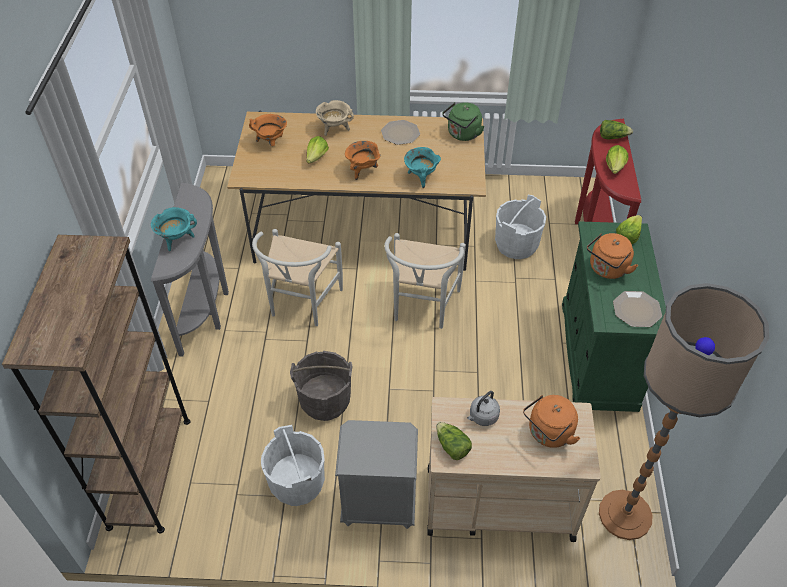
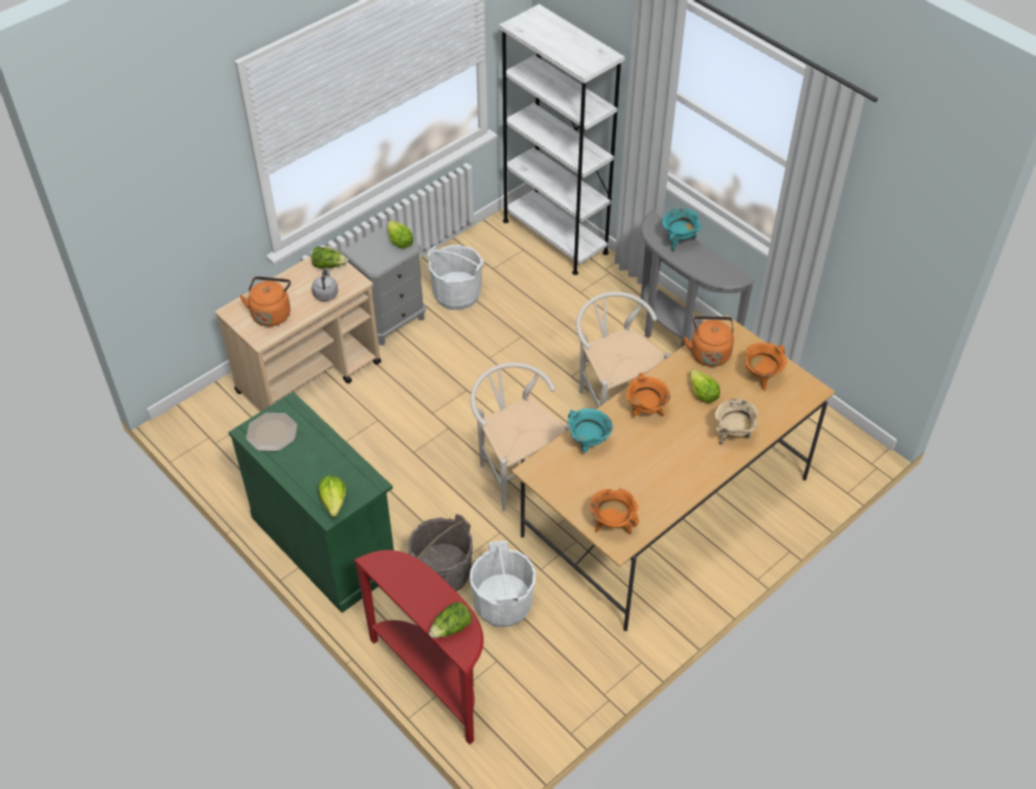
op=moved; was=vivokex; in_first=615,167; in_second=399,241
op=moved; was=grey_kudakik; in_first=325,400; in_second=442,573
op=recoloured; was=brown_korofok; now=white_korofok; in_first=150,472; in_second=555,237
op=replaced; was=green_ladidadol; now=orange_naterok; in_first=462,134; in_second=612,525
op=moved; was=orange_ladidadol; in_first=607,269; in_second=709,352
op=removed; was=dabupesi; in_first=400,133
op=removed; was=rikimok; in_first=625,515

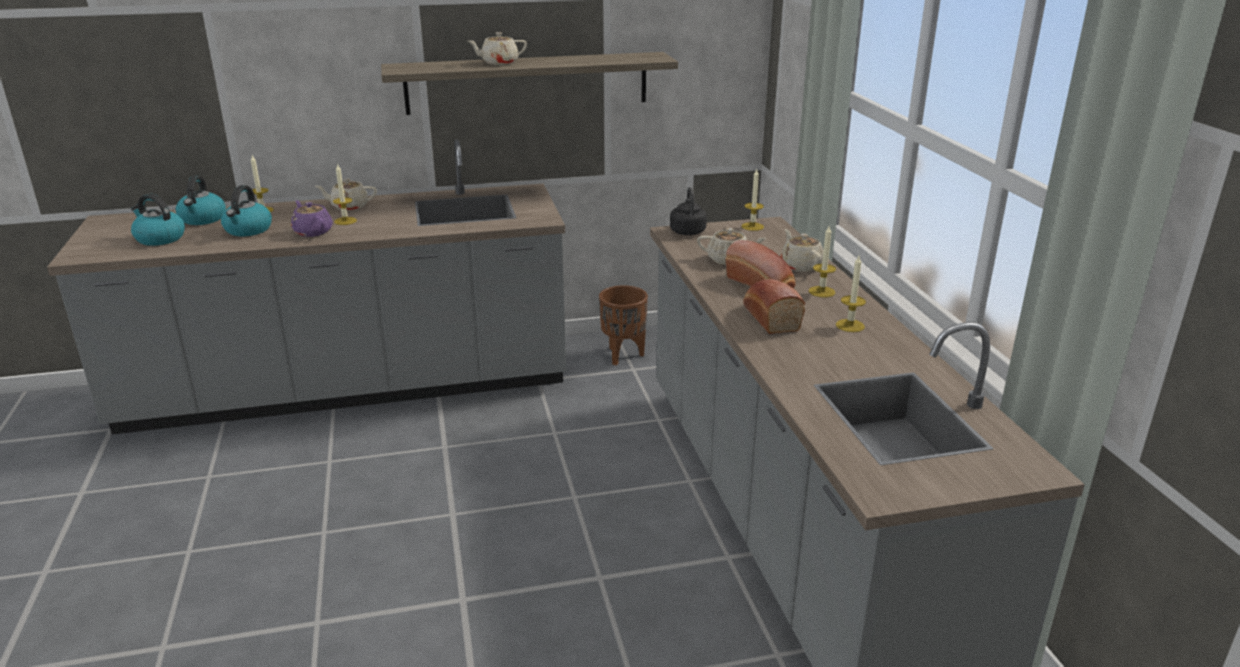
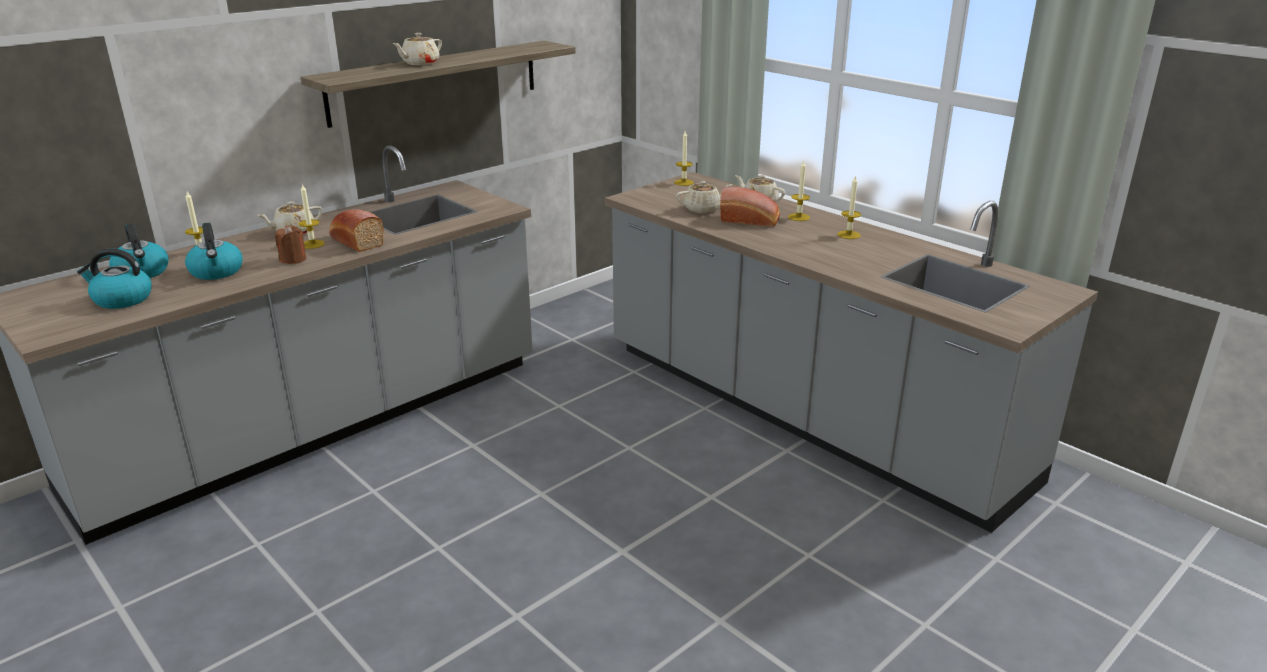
op=replaced; was=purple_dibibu; now=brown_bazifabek; in_first=312,232; in_second=293,259
op=moved; was=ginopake; in_first=770,317; in_second=355,241
op=removed; was=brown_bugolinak; in_first=623,356
op=removed; was=black_ladidadol; in_first=687,231

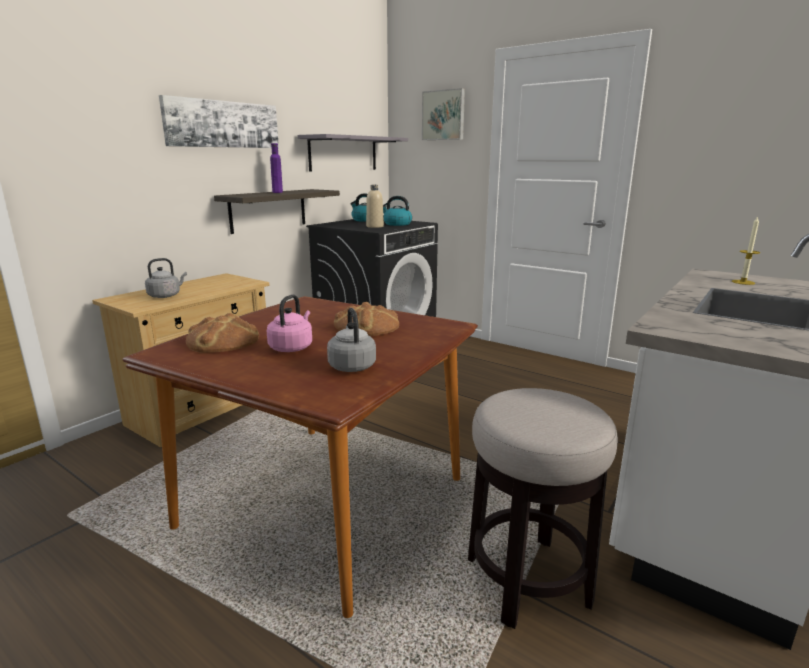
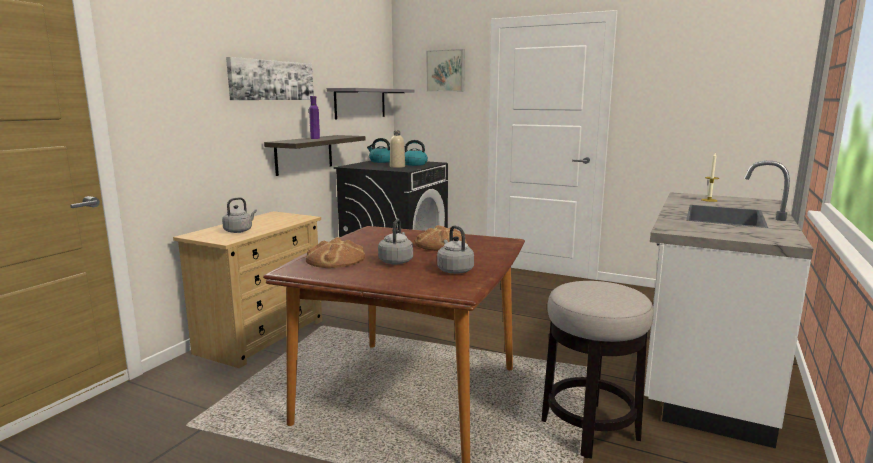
op=recoloured; was=pink_ladidadol; now=grey_ladidadol; in_first=292,347; in_second=396,261

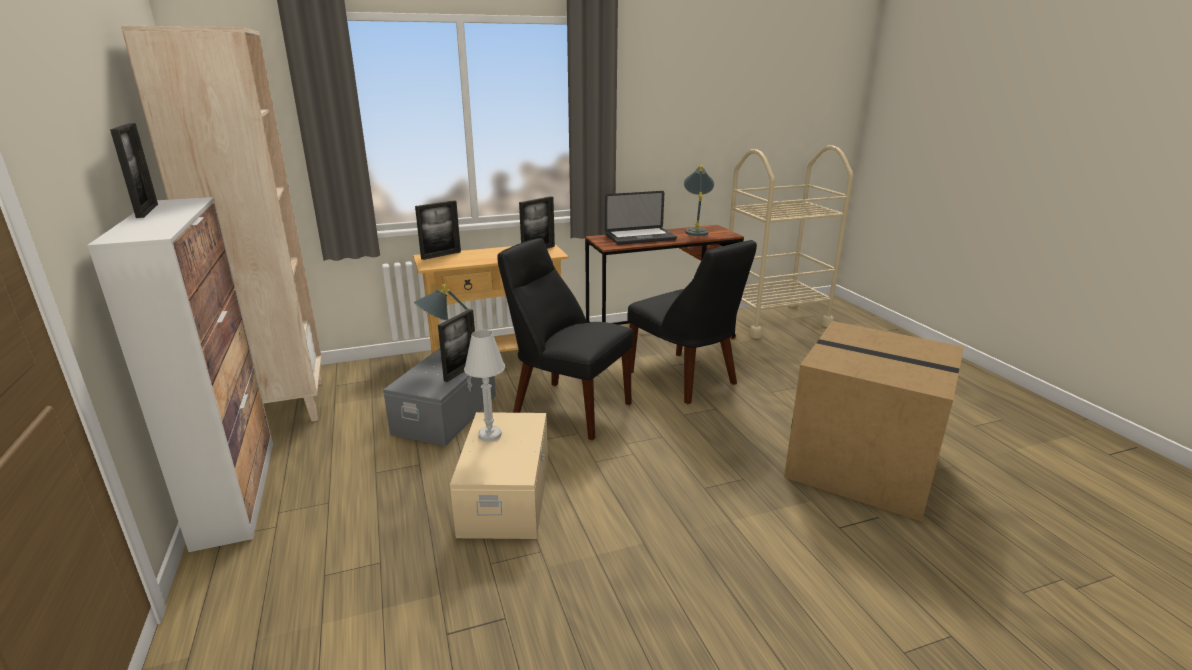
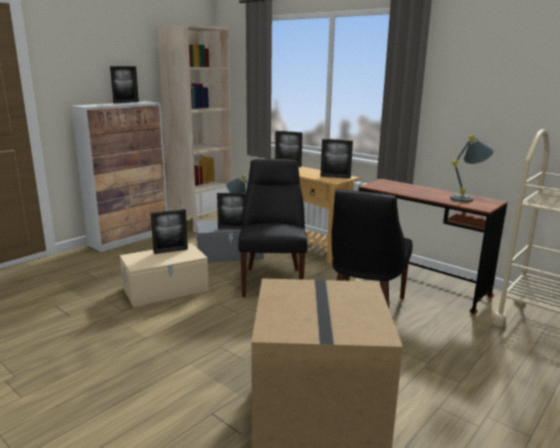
op=replaced; was=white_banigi; now=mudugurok; in_first=490,435; in_second=170,251
op=removed; was=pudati; in_first=640,237

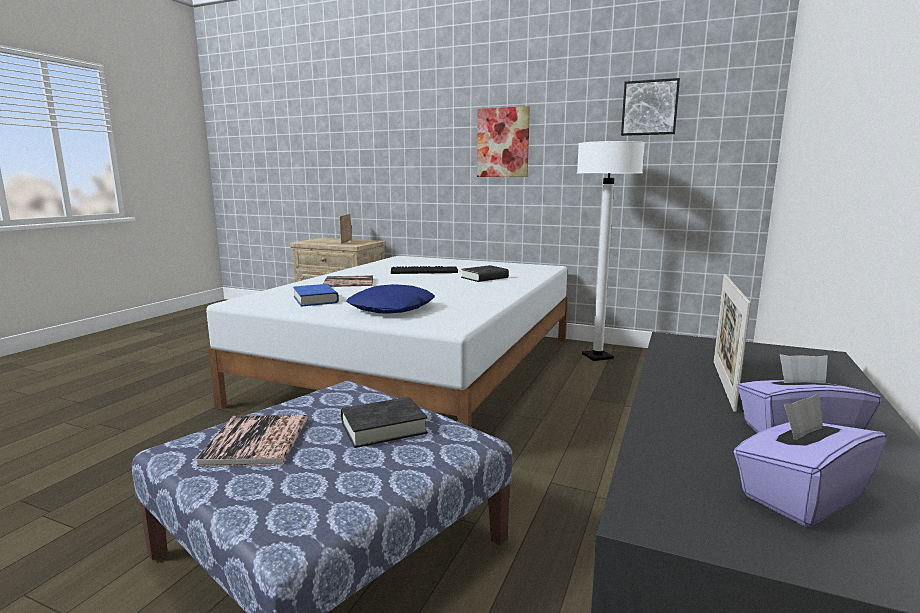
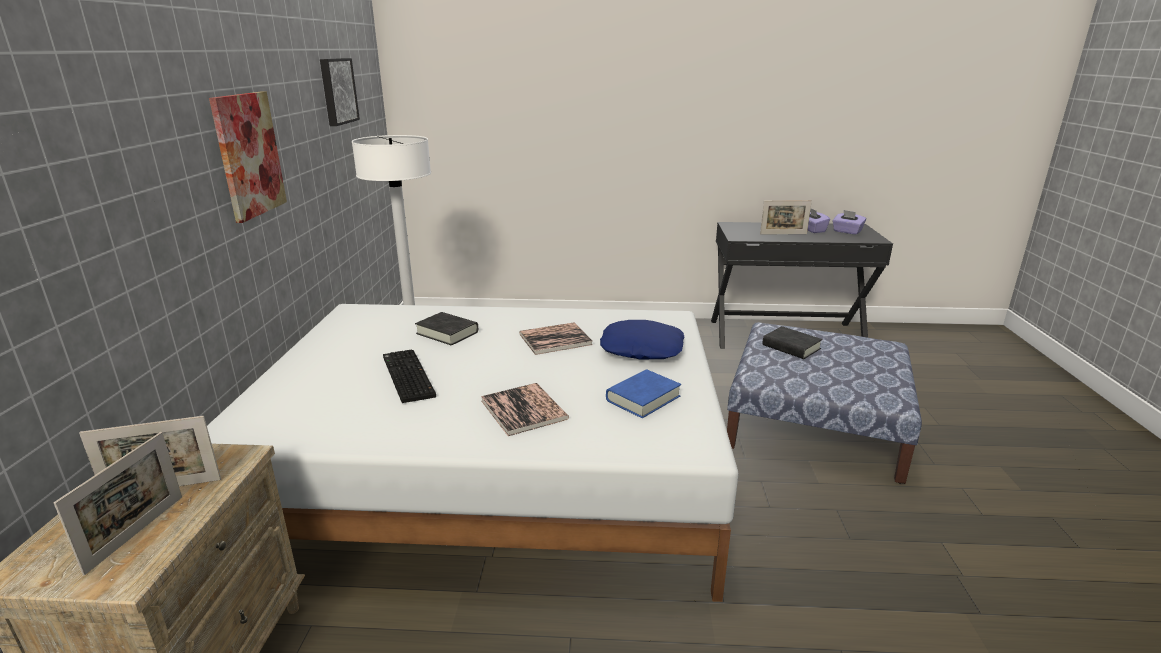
op=added; now=mudugurok; in_second=136,533
op=moved; was=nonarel; in_first=256,441; in_second=555,339

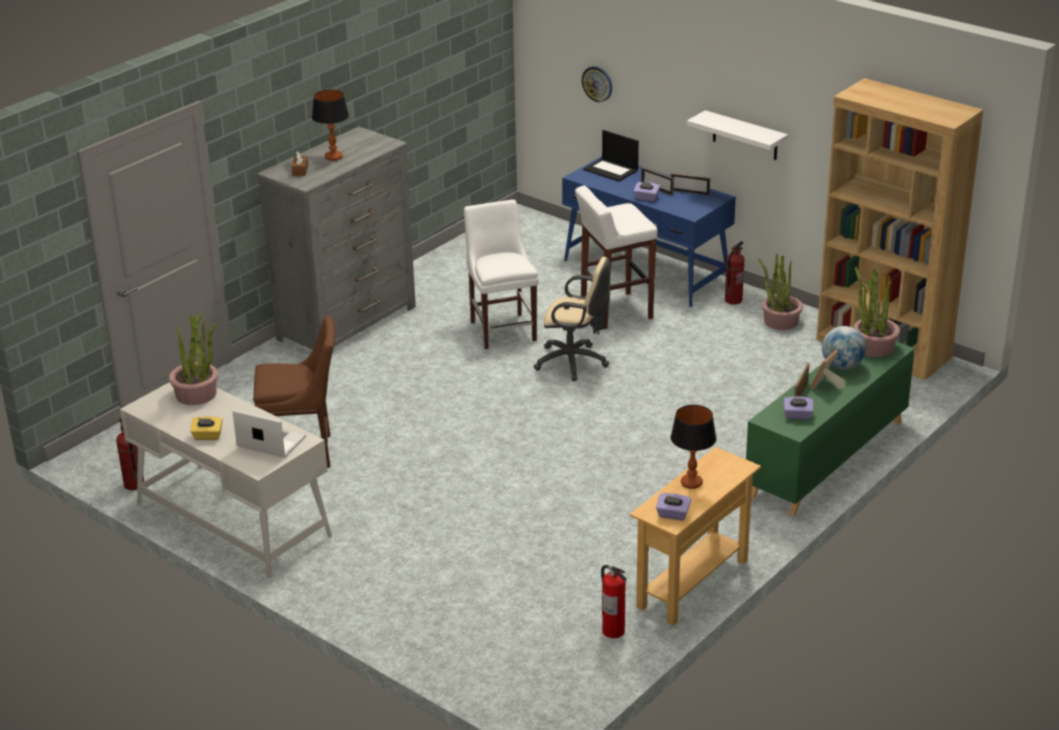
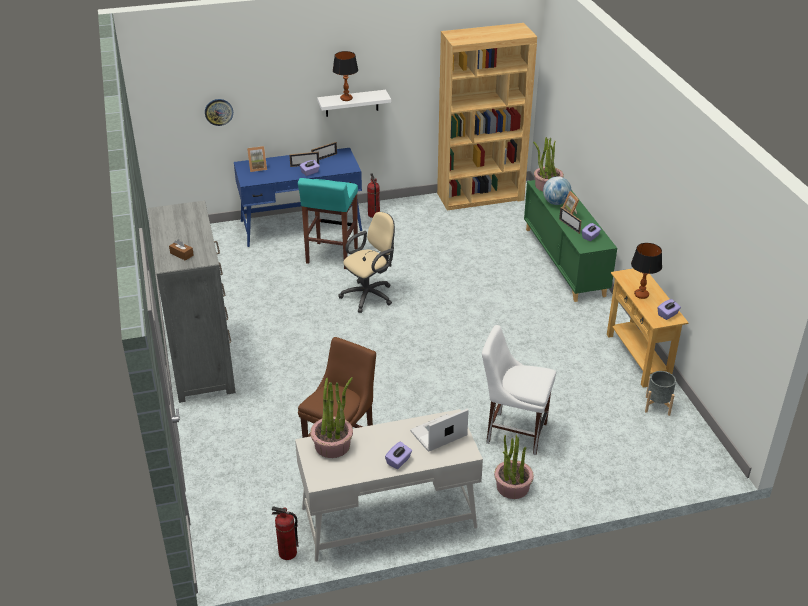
op=replaced; was=pudati; now=mudugurok; in_first=611,170; in_second=257,168
op=recoloured; was=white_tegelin; now=turquoise_tegelin; in_first=615,311; in_second=331,256
op=moved; was=banigi; in_first=334,157; in_second=346,98
op=recoloured; was=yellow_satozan; now=purple_satozan; in_first=207,436; in_second=398,461
op=moved; was=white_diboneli; in_first=502,329; in_second=513,432
op=moved; was=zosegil; in_first=780,321; in_second=512,487
op=replaced; was=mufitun; now=grey_bugolinak; in_first=613,630; in_second=657,405

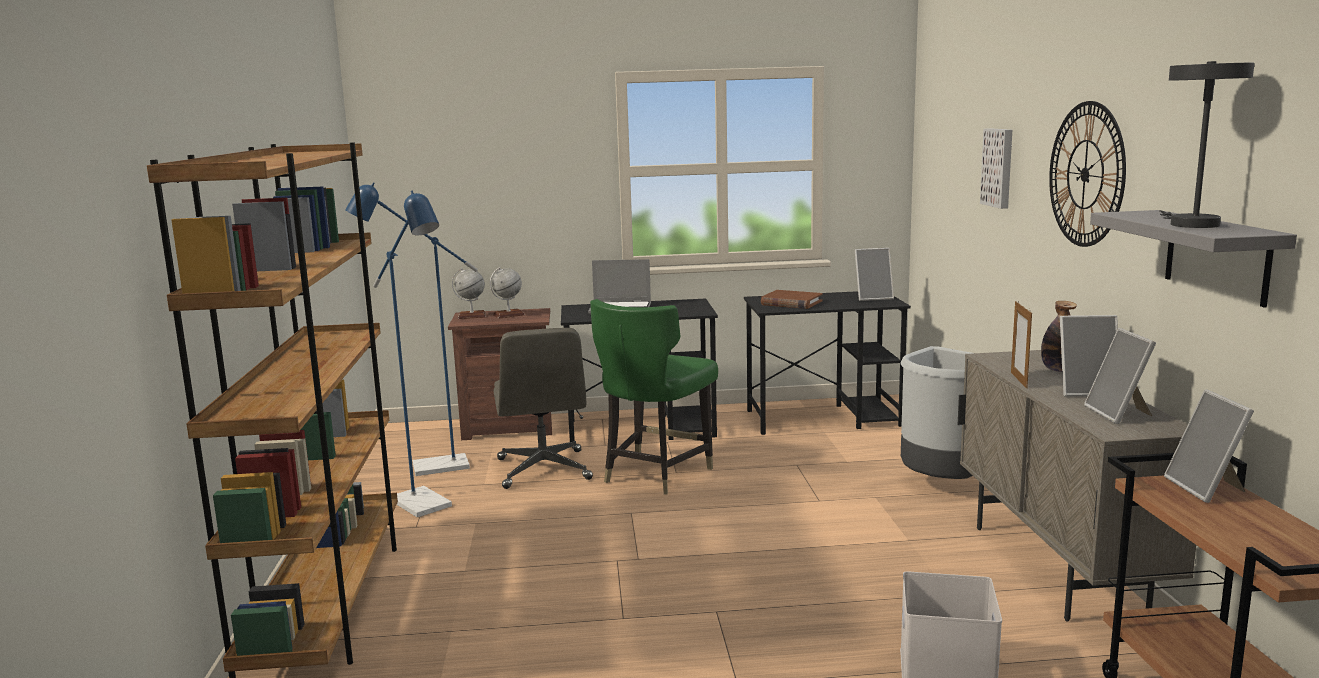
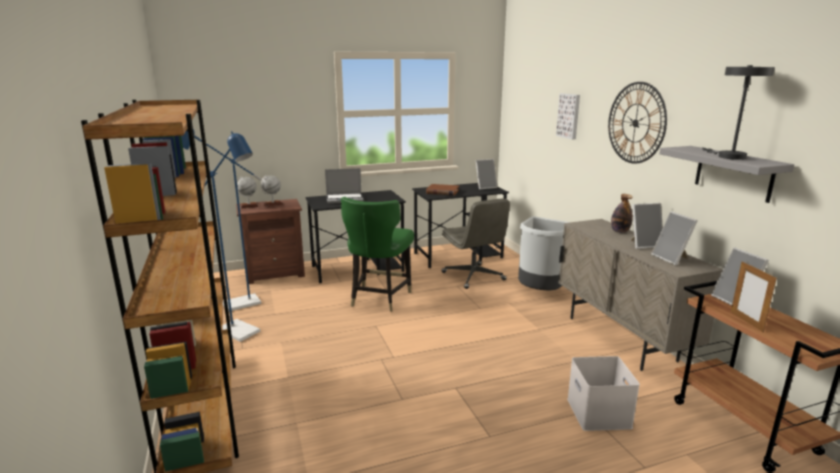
op=moved; was=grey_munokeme; in_first=544,470; in_second=473,276
op=moved; was=mudugurok; in_first=1019,380; in_second=746,321

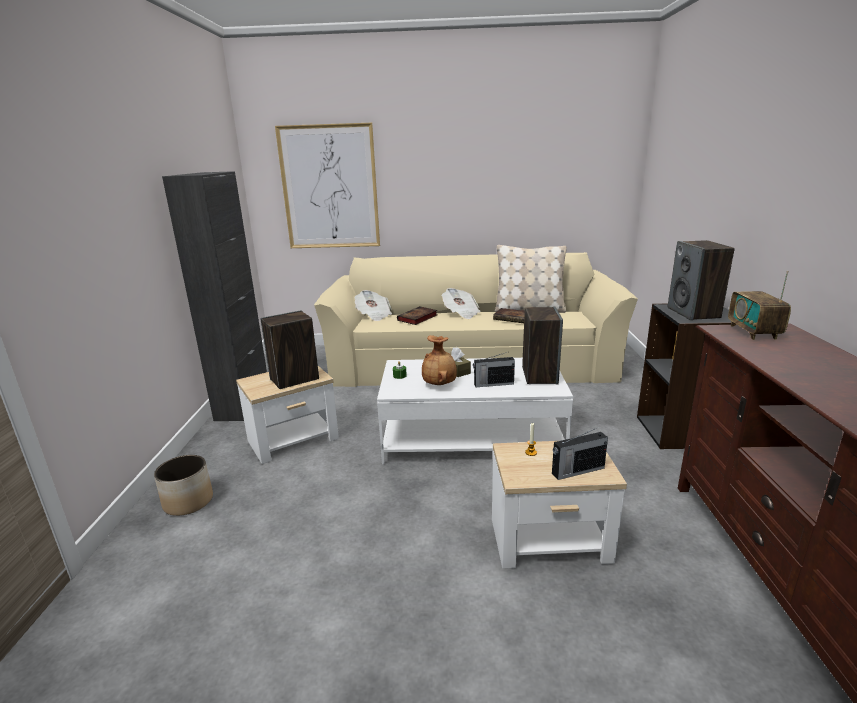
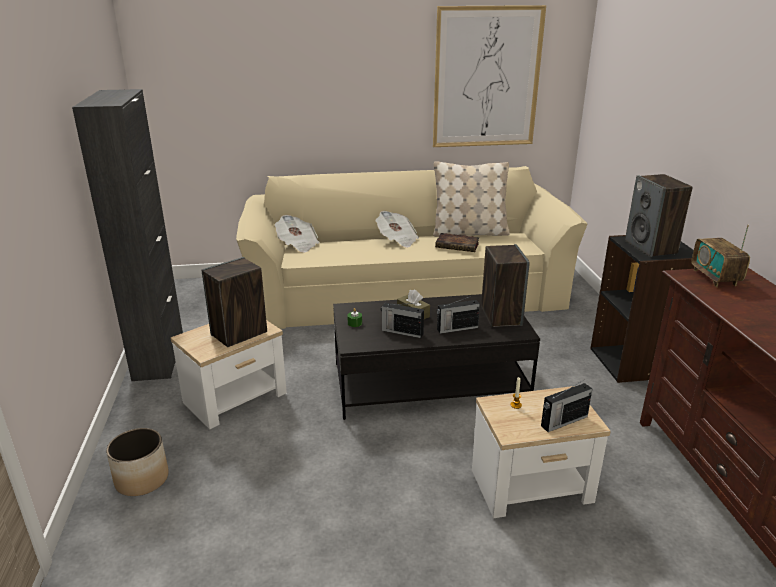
op=recoloured; was=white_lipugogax; now=black_lipugogax; in_first=471,437; in_second=429,382
op=replaced; was=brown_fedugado; now=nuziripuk; in_first=440,384; in_second=401,332
op=moved; was=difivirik; in_first=330,188; in_second=486,78
op=removed; was=nonarel; in_first=417,318

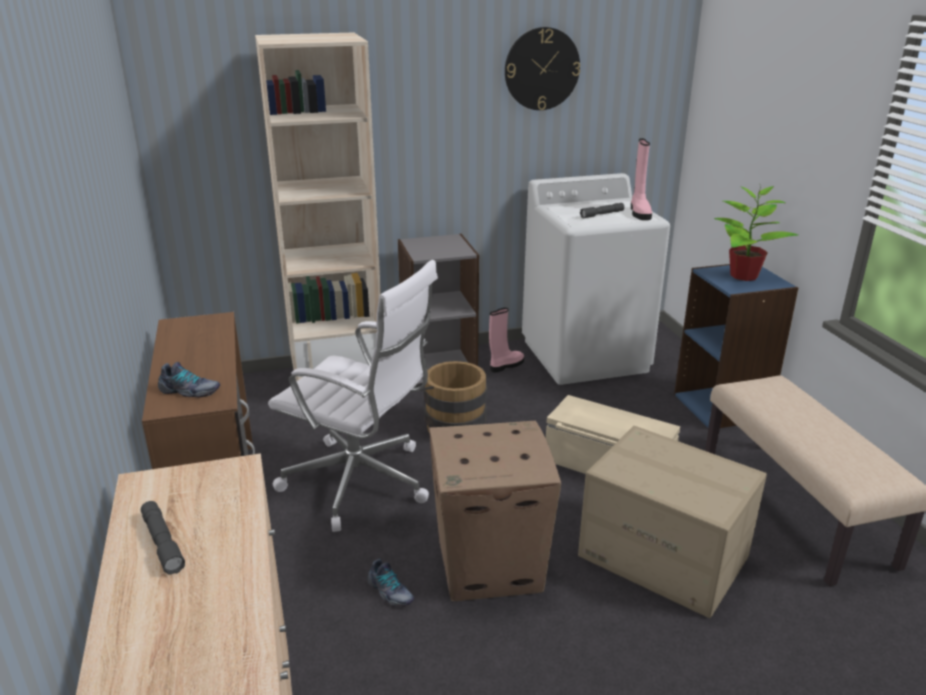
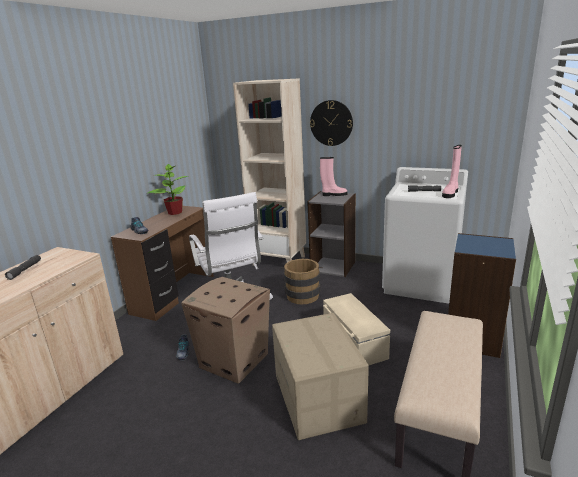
op=moved; was=zosegil; in_first=743,276; in_second=174,212
op=moved; was=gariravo; in_first=542,69; in_second=331,123
op=moved; was=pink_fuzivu; in_first=506,365; in_second=334,194

